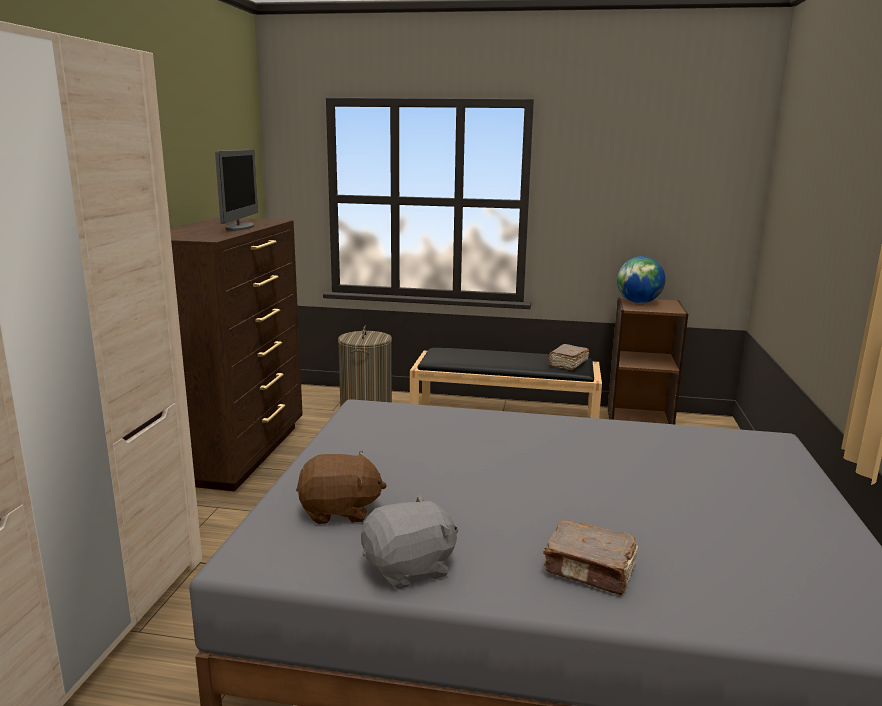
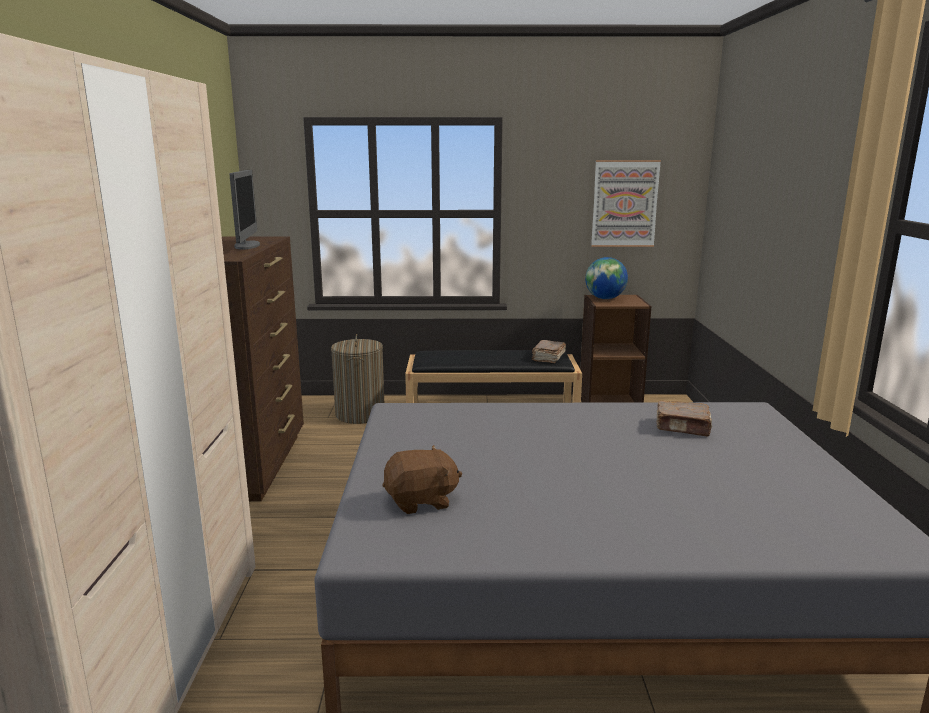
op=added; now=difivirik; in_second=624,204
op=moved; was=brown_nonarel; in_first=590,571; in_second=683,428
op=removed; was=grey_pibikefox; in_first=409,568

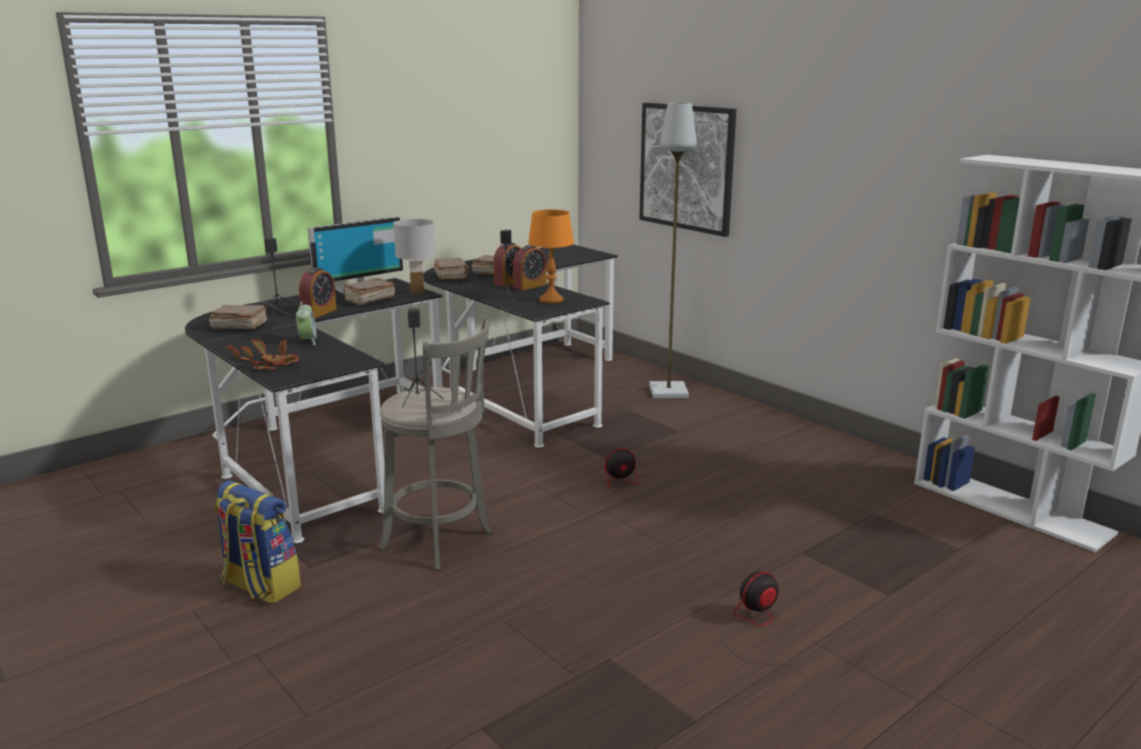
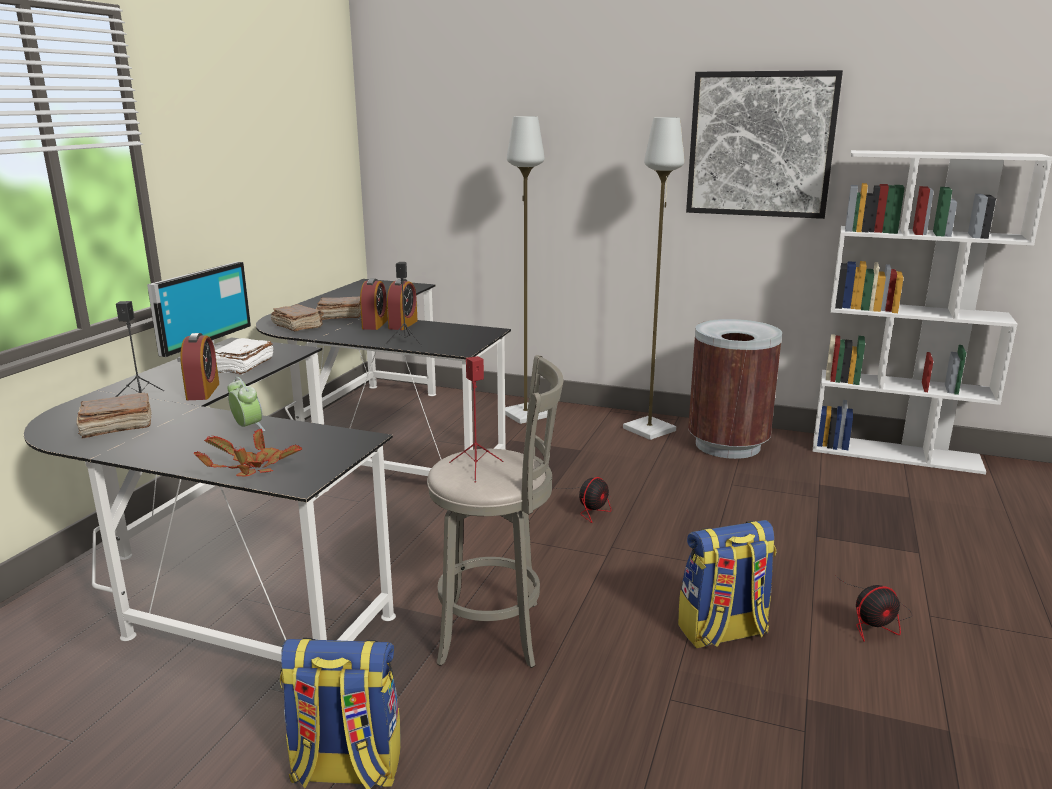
op=recoloured; was=brown_nonarel; now=white_nonarel; in_first=369,300; in_second=242,366
op=recoloured; was=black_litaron; now=red_litaron; in_first=417,399; in_second=476,468
op=added; now=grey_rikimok; in_second=650,429
op=added; now=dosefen; in_second=722,632
op=moved; was=difivirik; in_first=686,167; in_second=760,145
op=added; now=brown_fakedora; in_second=728,445
op=turned; was=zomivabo; in_first=756,629; in_second=875,620; clockwise=-135
op=removed; was=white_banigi; in_first=417,293
op=removed; was=orange_banigi; in_first=551,300

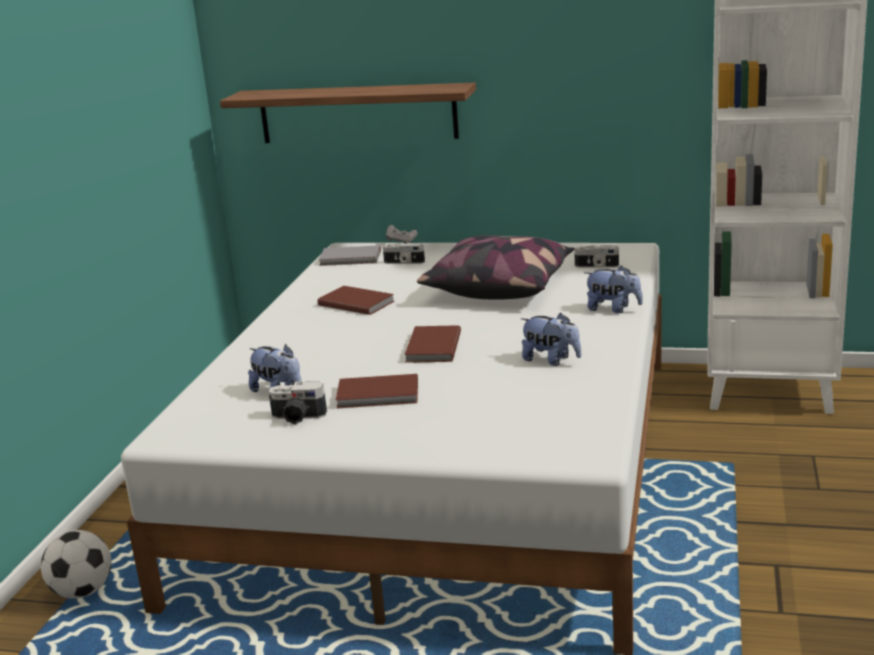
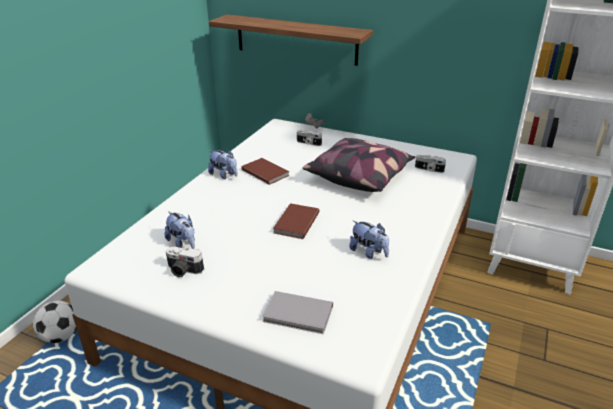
op=moved; was=pibikefox; in_first=613,309; in_second=224,175
op=moved; was=grey_nonarel; in_first=351,259; in_second=298,315
op=removed; was=brown_nonarel; in_first=379,395

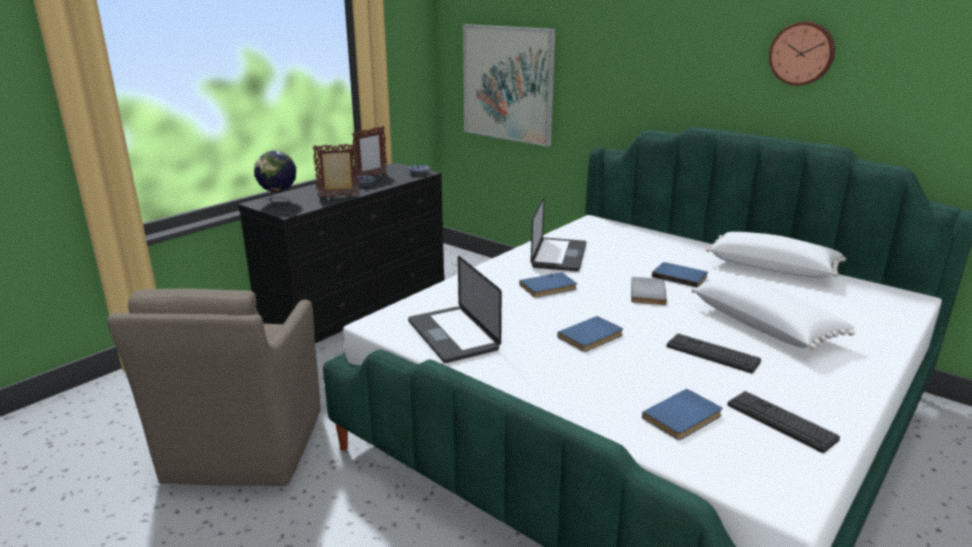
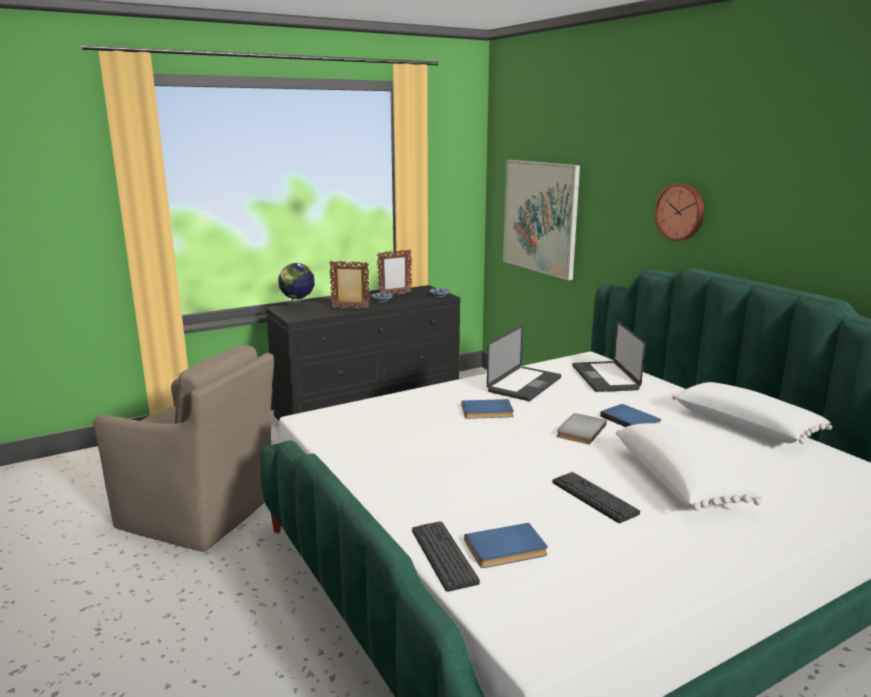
op=turned; was=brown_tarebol; in_first=243,448; in_second=200,514; clockwise=-90
op=moved; was=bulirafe; in_first=781,421; in_second=443,555
op=moved; was=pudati; in_first=453,335; in_second=605,378
op=moved; was=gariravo; in_first=802,53; in_second=681,212
op=removed; was=blue_nonarel; in_first=592,337

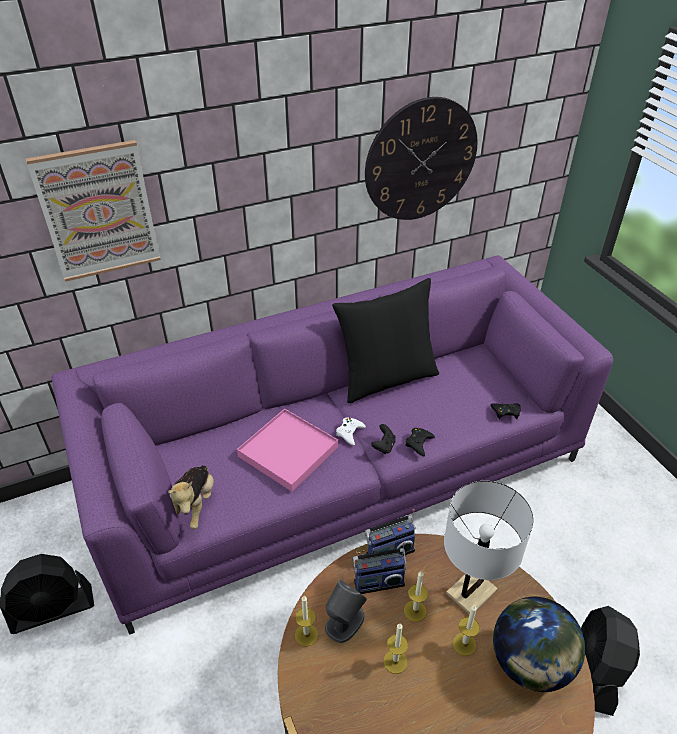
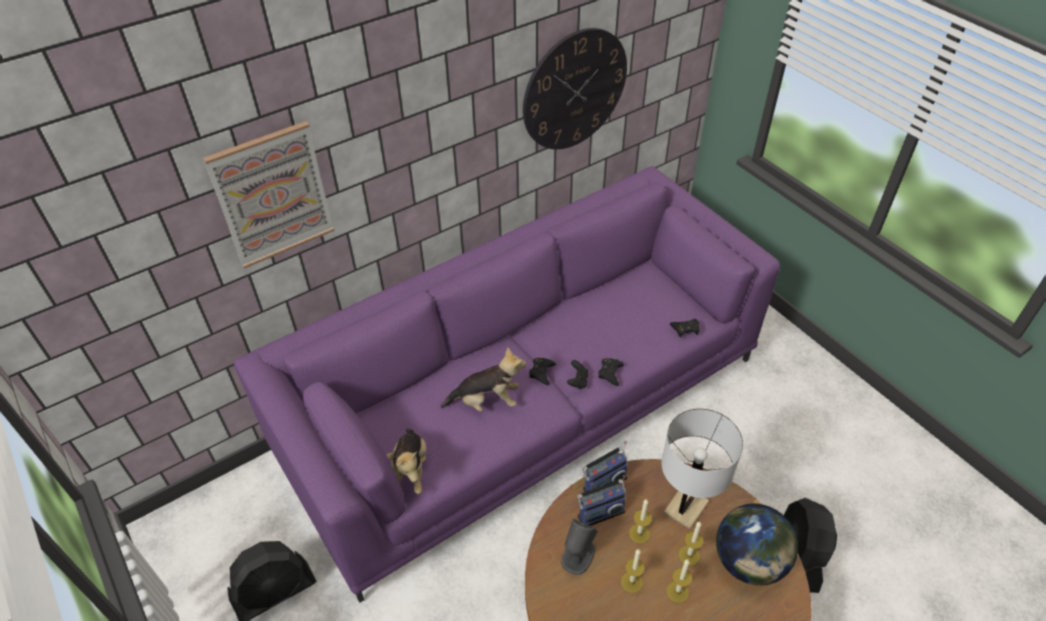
op=replaced; was=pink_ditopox; now=pibikefox; in_first=288,451; in_second=486,401
op=recoloured; was=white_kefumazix; now=black_kefumazix; in_first=350,433; in_second=541,372
op=moved; was=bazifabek; in_first=306,635; in_second=677,592
op=removed; was=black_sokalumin; in_first=387,379

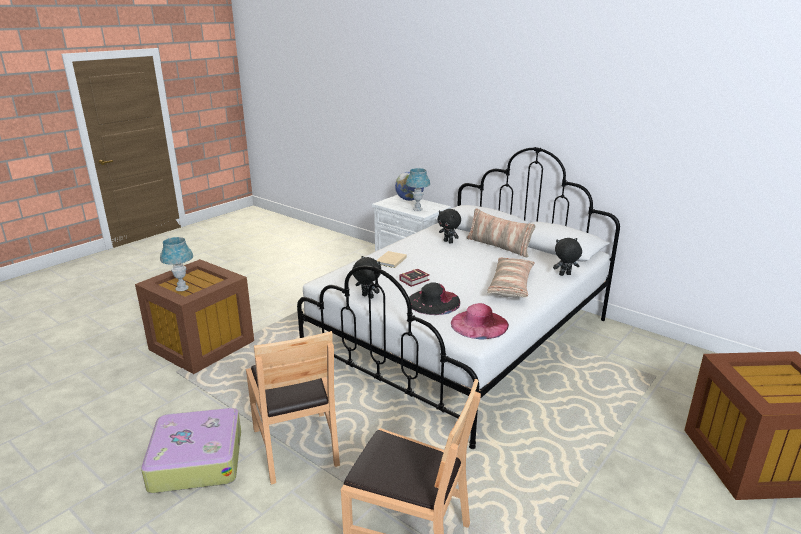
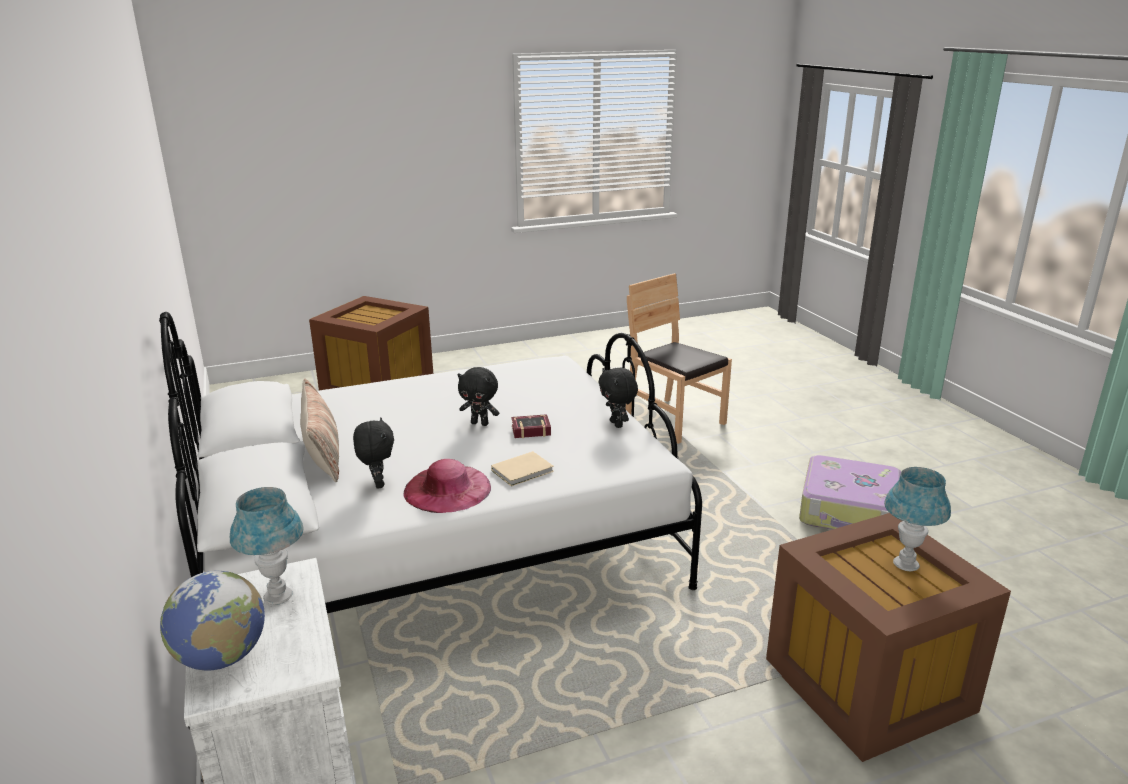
op=moved; was=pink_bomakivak; in_first=479,324; in_second=447,489
op=moved; was=black_pibikefox; in_first=565,275; in_second=480,423
op=removed; was=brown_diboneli; in_first=296,446
op=removed; was=black_bomakivak; in_first=433,302
op=removed; was=sokalumin; in_first=511,285

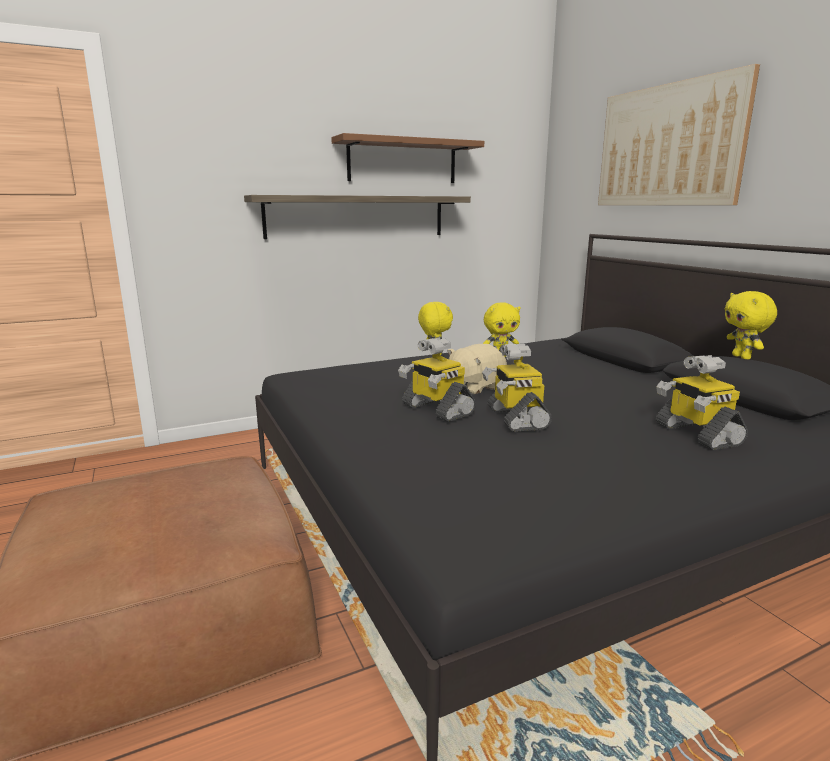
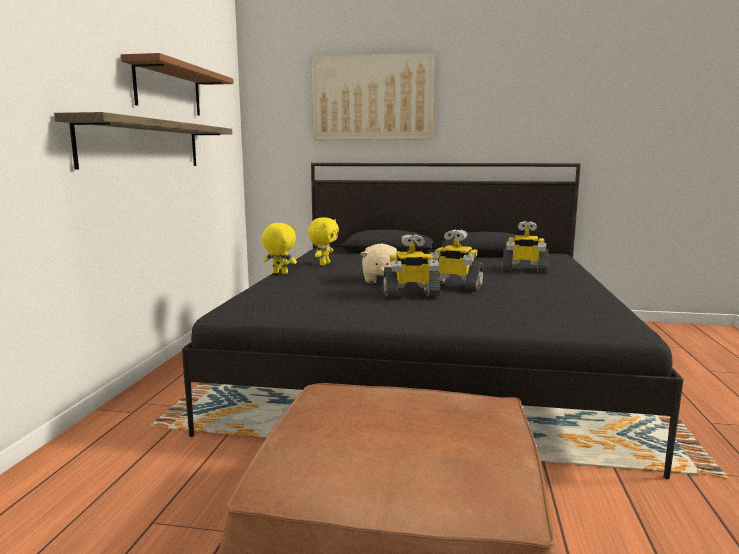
op=removed; was=yellow_pibikefox; in_first=742,357

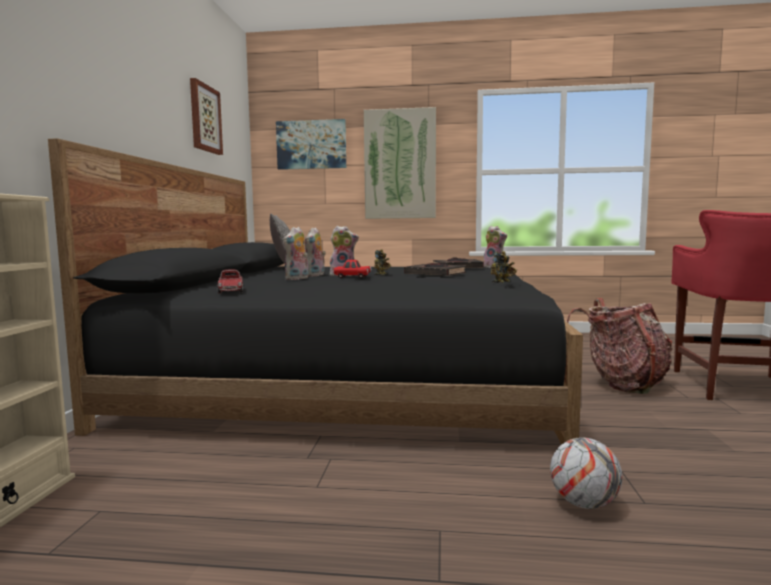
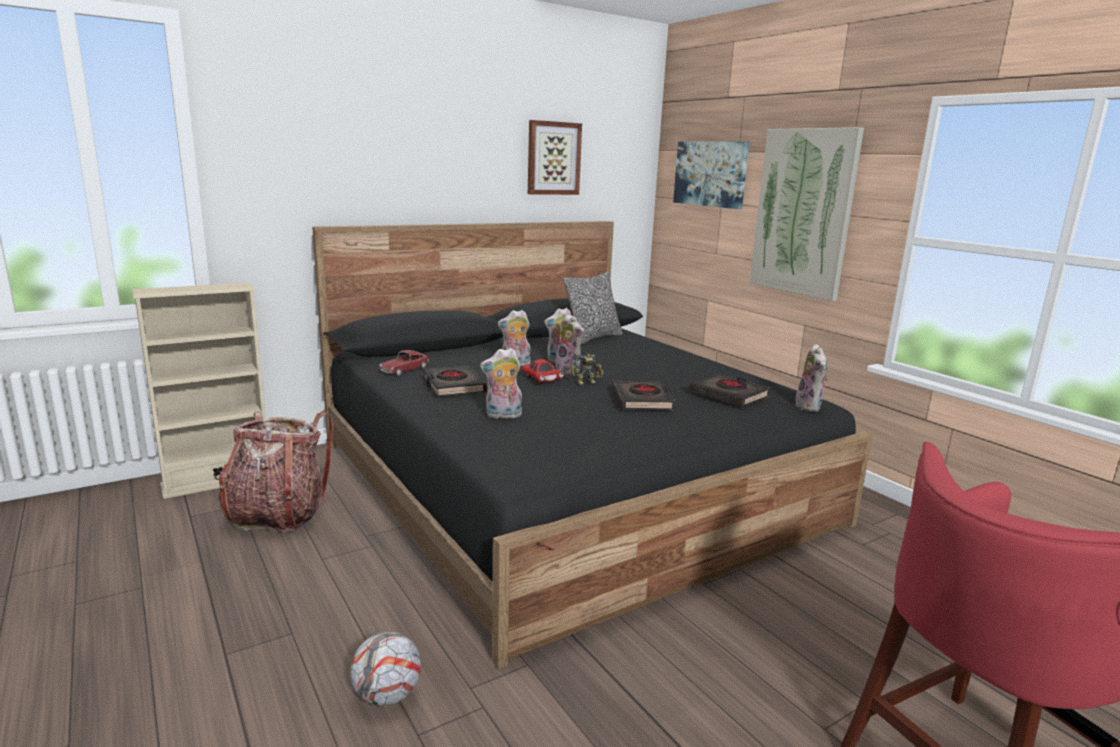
op=moved; was=dosefen; in_first=622,383; in_second=277,515
op=added; now=black_nonarel; in_second=453,386
op=added; now=pibikefox; in_second=503,416
op=removed; was=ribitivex; in_first=503,282

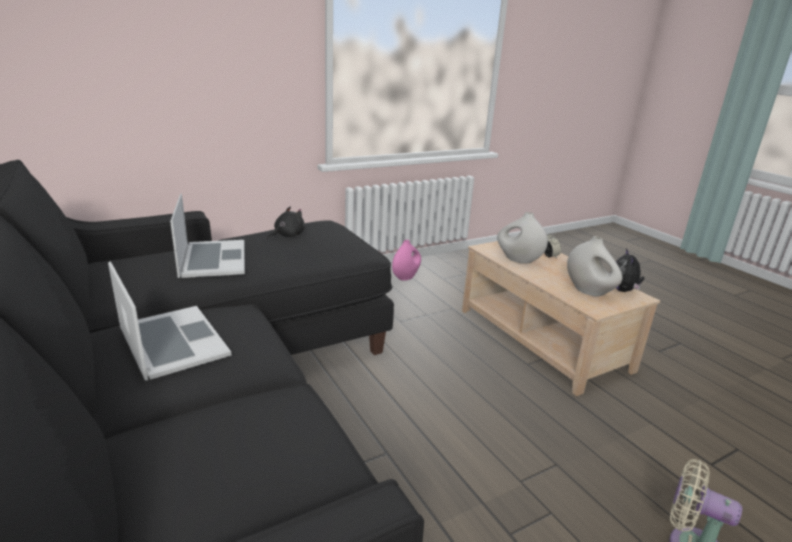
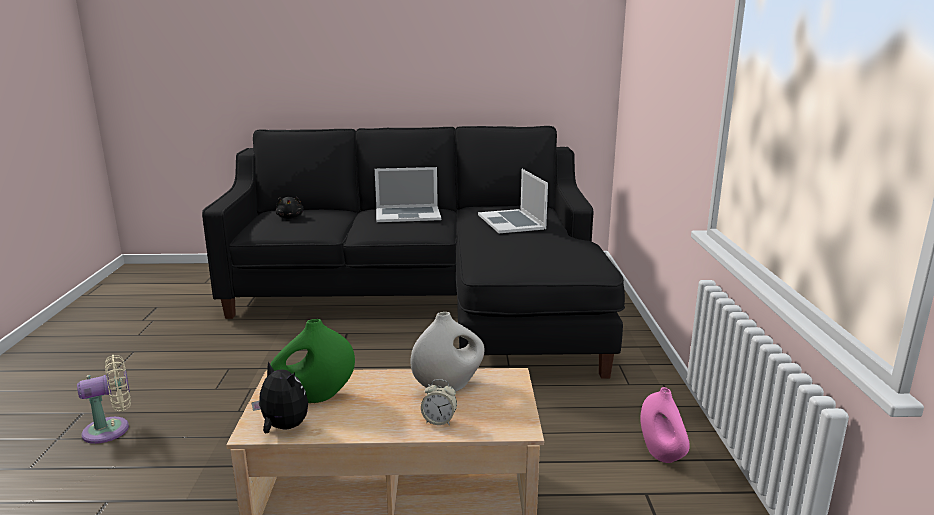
op=recoloured; was=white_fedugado; now=green_fedugado; in_first=589,291; in_second=315,397
op=moved; was=black_pibikefox; in_first=287,235; in_second=290,217
op=turned; was=pudati; in_first=212,259; in_second=511,222; clockwise=60

